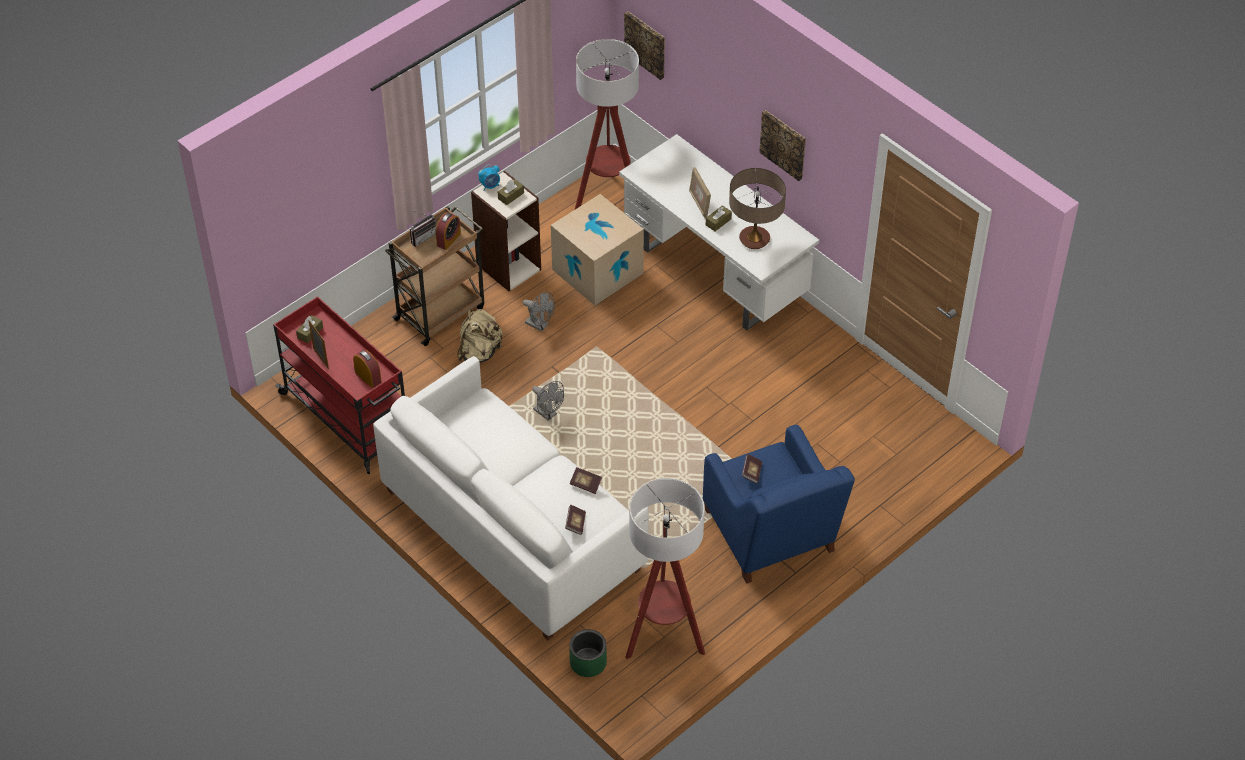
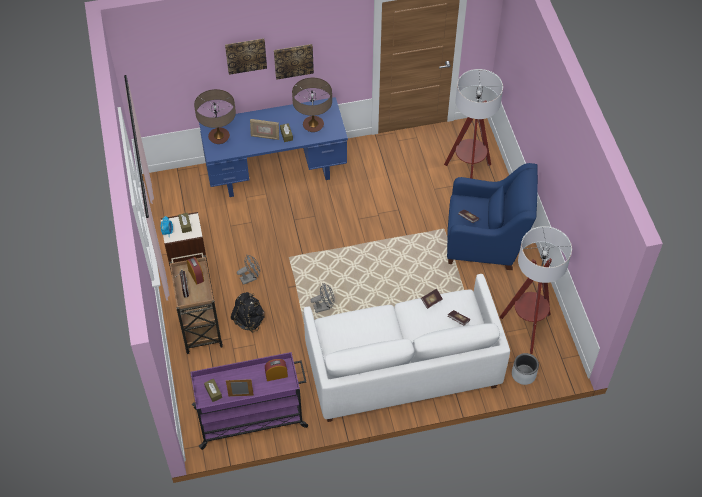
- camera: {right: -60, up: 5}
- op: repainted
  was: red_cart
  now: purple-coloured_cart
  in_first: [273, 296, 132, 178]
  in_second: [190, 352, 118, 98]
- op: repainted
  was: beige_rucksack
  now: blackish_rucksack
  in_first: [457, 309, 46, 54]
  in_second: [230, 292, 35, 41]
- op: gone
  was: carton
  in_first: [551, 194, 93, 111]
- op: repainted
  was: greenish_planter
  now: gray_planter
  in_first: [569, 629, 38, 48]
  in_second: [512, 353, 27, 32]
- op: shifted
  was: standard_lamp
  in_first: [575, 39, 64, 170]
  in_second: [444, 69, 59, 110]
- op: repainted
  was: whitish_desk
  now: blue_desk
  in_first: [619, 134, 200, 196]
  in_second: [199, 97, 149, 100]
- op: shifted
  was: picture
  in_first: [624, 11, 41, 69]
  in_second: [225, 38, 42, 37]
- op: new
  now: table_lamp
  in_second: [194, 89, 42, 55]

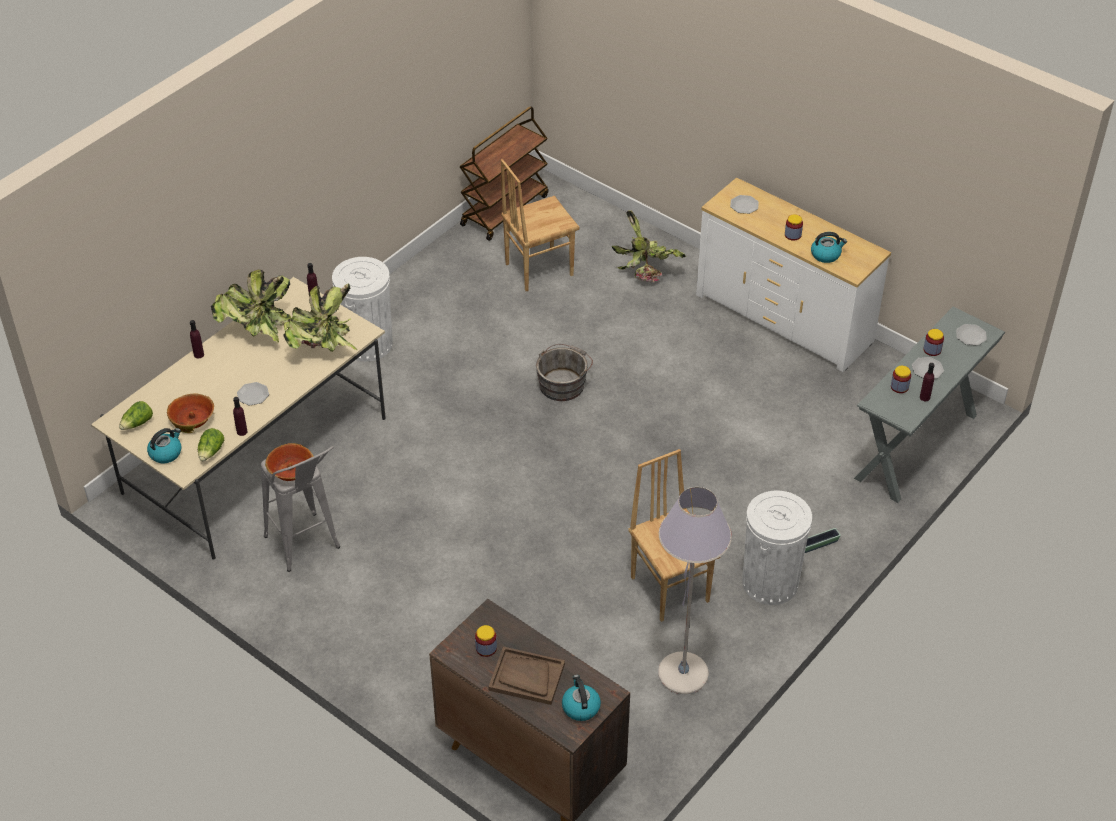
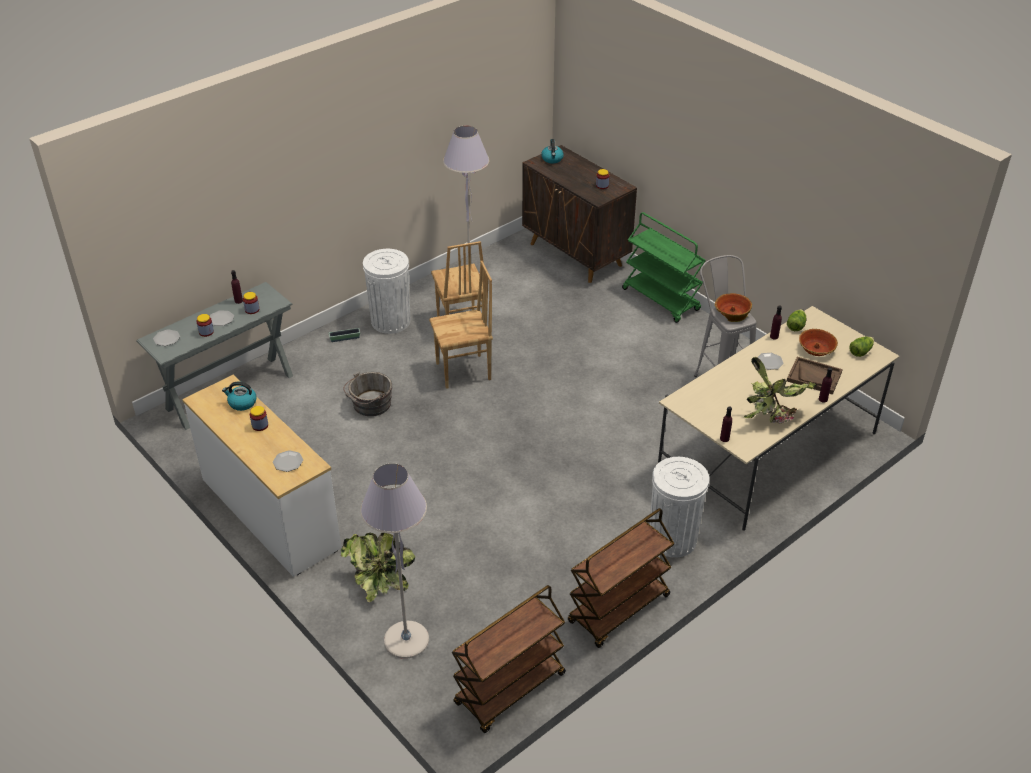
- camera: {right: -170, up: -5}
- op: gone
  was: water_kettle
  in_first: [147, 428, 34, 36]
- op: gone
  was: houseplant
  in_first: [283, 284, 74, 68]
- op: shifted
  was: brown_tray
  in_first: [488, 647, 77, 58]
  in_second: [787, 357, 56, 38]
- op: shifted
  was: brown_chair
  in_first: [501, 159, 78, 132]
  in_second: [429, 261, 64, 128]
- op: shifted
  was: gray_bucket
  in_first: [536, 344, 57, 57]
  in_second: [343, 372, 50, 44]
- op: new
  now: gray_standard_lamp
  in_second: [360, 463, 69, 196]
- op: new
  now: brown_cart
  in_second: [568, 508, 107, 140]
- op: new
  now: greenish_cart
  in_second: [622, 212, 84, 111]

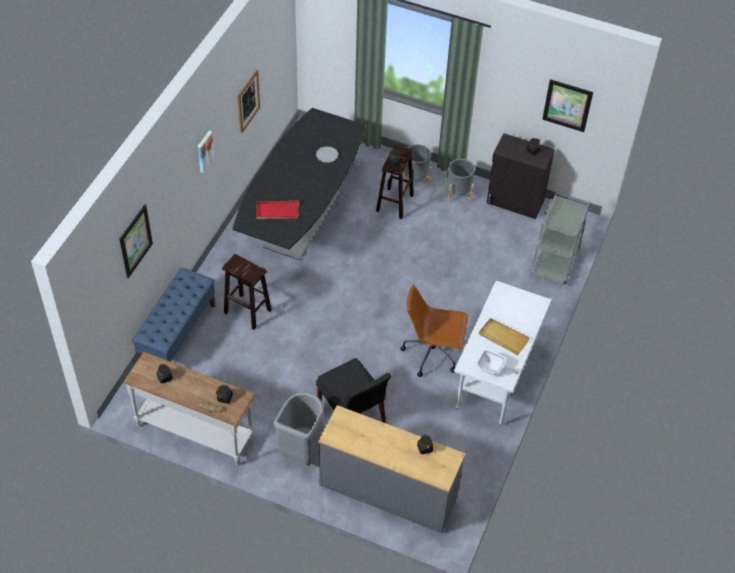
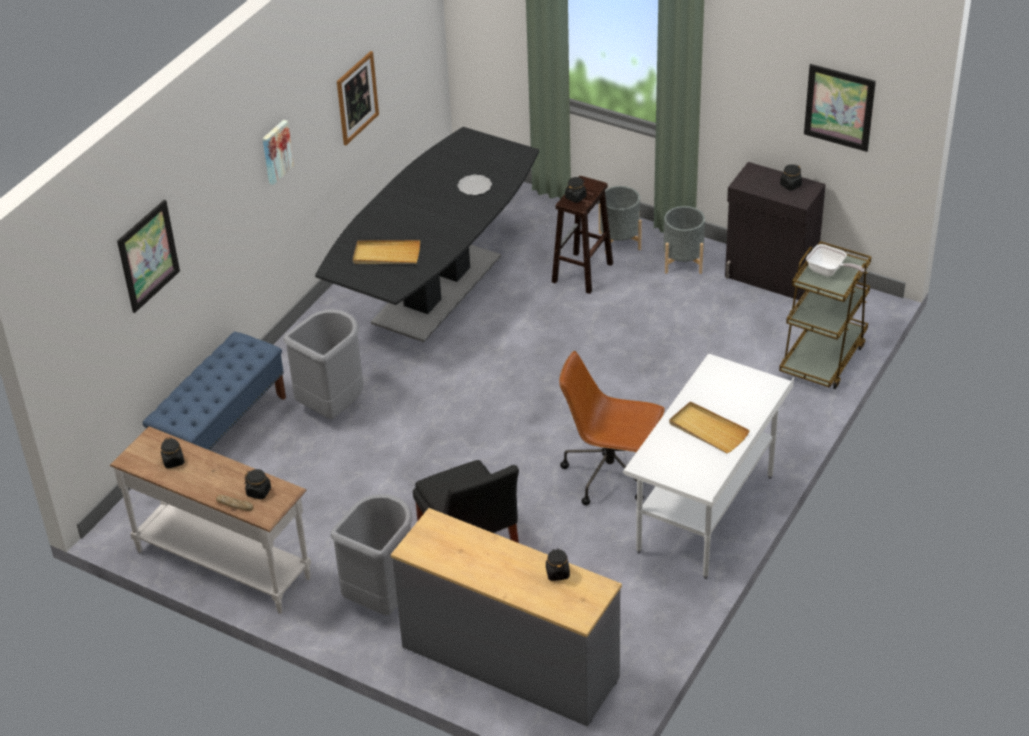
- camera: {right: 10, up: -10}
- op: swapped
  was: brown_stool
  now: gray_rubbish_bin
  in_first: [222, 254, 50, 76]
  in_second: [283, 310, 80, 109]
- op: repainted
  was: red_tray
  now: beige_tray
  in_first: [256, 200, 43, 19]
  in_second: [353, 240, 67, 24]
- op: shifted
  was: pan
  in_first: [477, 350, 42, 25]
  in_second: [806, 244, 59, 33]
- op: repainted
  was: gray_cart
  now: brown_cart
  in_first: [530, 193, 59, 92]
  in_second: [779, 241, 92, 148]

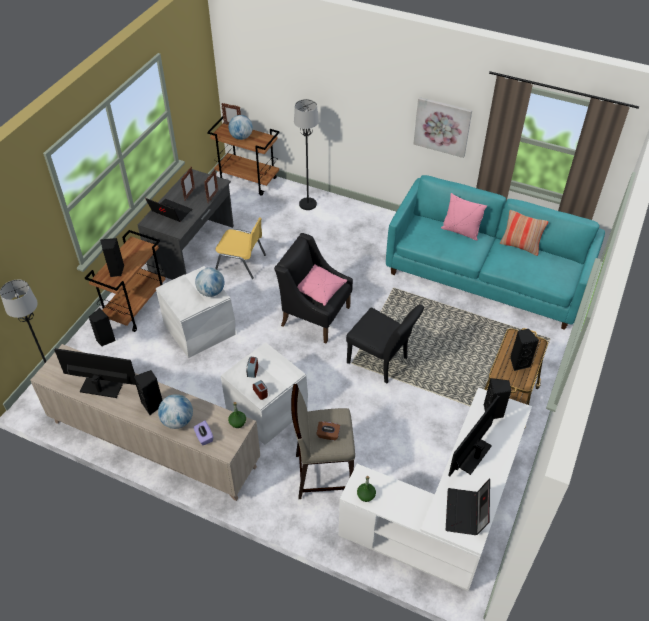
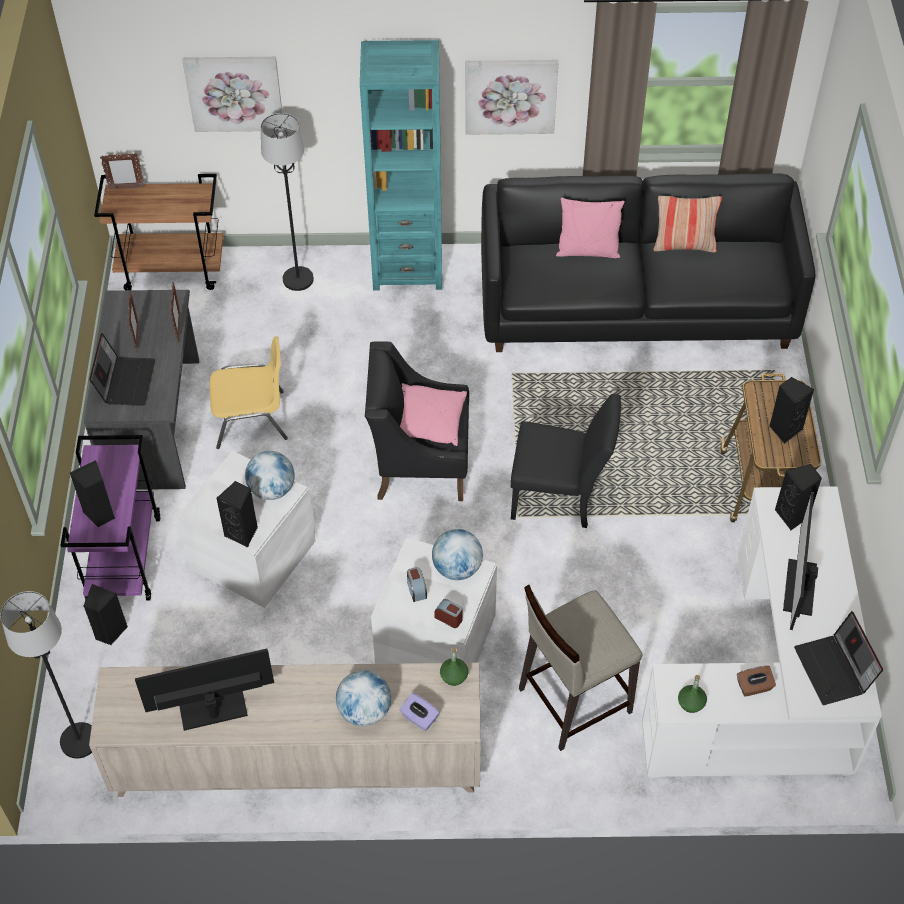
- camera: {right: -25, up: 5}
- op: repainted
  was: brown_cart
  now: purple-coloured_cart
  in_first: [85, 230, 80, 102]
  in_second: [60, 435, 100, 166]
- op: shifted
  was: blackish_speaker
  in_first: [133, 370, 29, 45]
  in_second: [216, 481, 42, 66]
- op: rotated
  was: laptop
  in_first: [145, 198, 48, 24]
  in_second: [89, 333, 66, 73]
  clockwise: 90
- op: shifted
  was: world_globe
  in_first: [228, 115, 25, 25]
  in_second: [432, 529, 51, 51]
- op: shifted
  was: brown_tissue_holder
  in_first: [316, 421, 24, 19]
  in_second: [737, 666, 39, 30]
- op: repainted
  was: turquoise_sofa
  now: blackish_sofa
  in_first: [386, 175, 219, 155]
  in_second: [481, 173, 334, 179]
- op: new
  now: picture
  in_second: [182, 57, 100, 75]
- op: new
  now: turquoise_bookcase
  in_second: [360, 40, 82, 251]

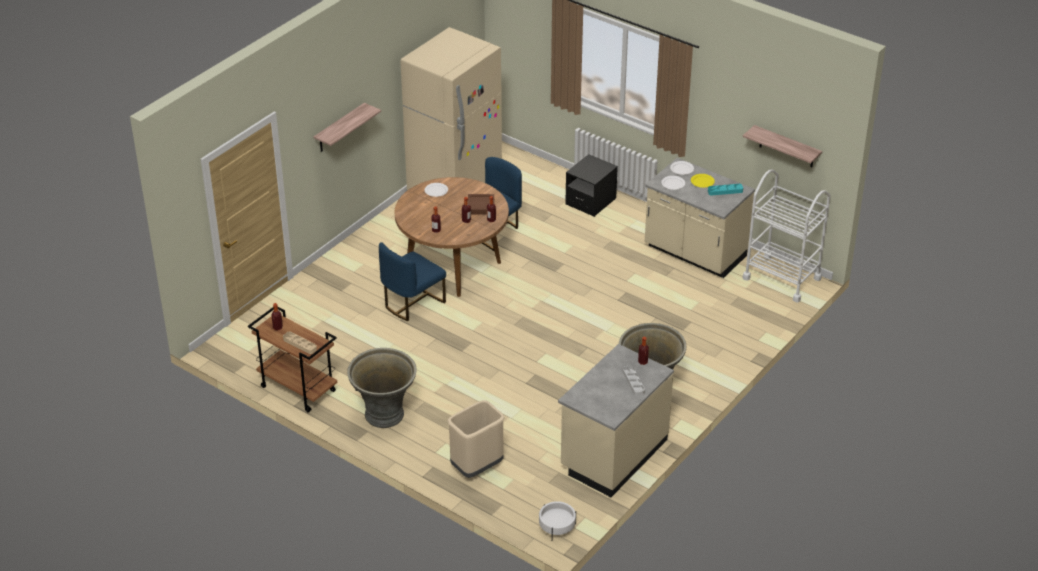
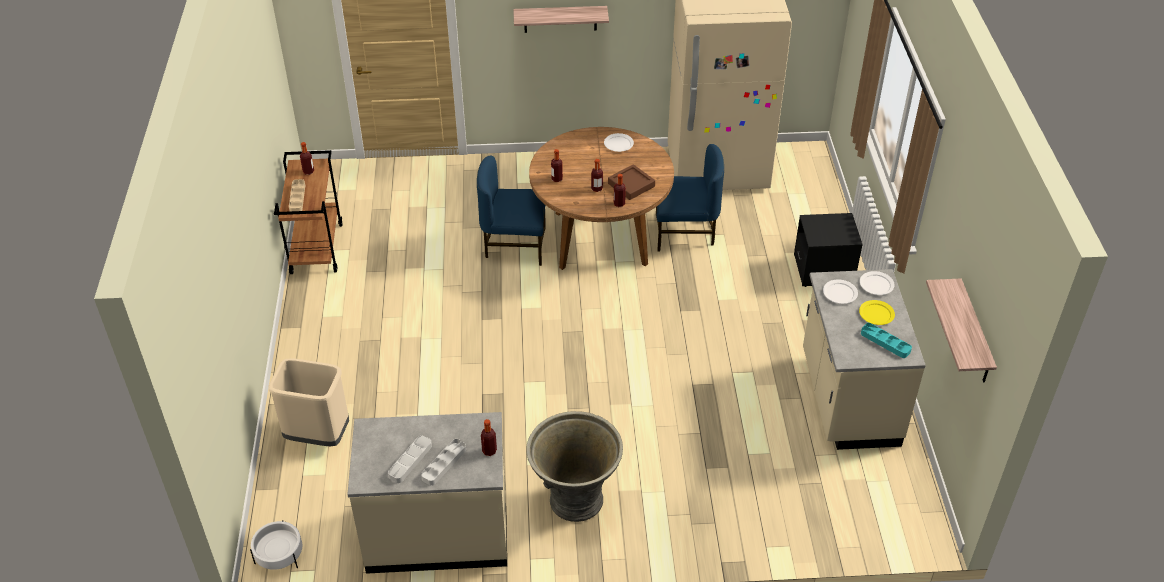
- camera: {right: 50, up: 5}
- op: gone
  was: gray_planter
  in_first: [347, 348, 70, 80]
- op: gone
  was: whitish_cart
  in_first: [742, 169, 89, 134]
- op: new
  now: gray_tray
  in_second: [388, 436, 44, 47]

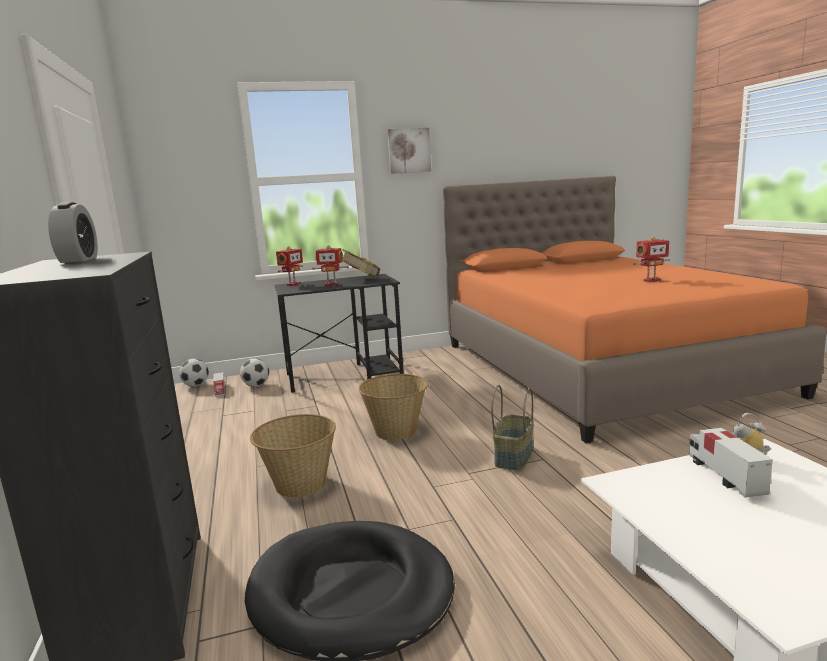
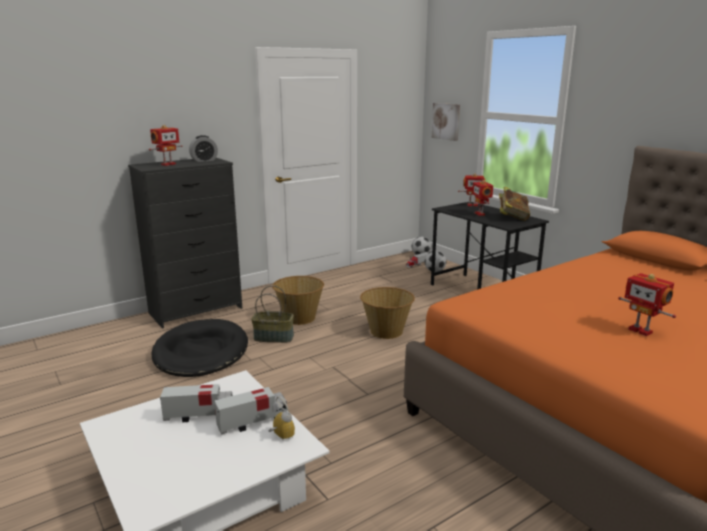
- camera: {right: 70, up: 5}
- op: shifted
  was: picture
  in_first: [387, 128, 44, 46]
  in_second: [432, 103, 28, 38]
- op: shifted
  was: storage_basket
  in_first: [491, 385, 43, 85]
  in_second: [251, 285, 43, 58]
- op: new
  now: model_robot
  in_second: [149, 125, 34, 41]
- op: new
  now: toy_truck
  in_second: [160, 384, 72, 38]

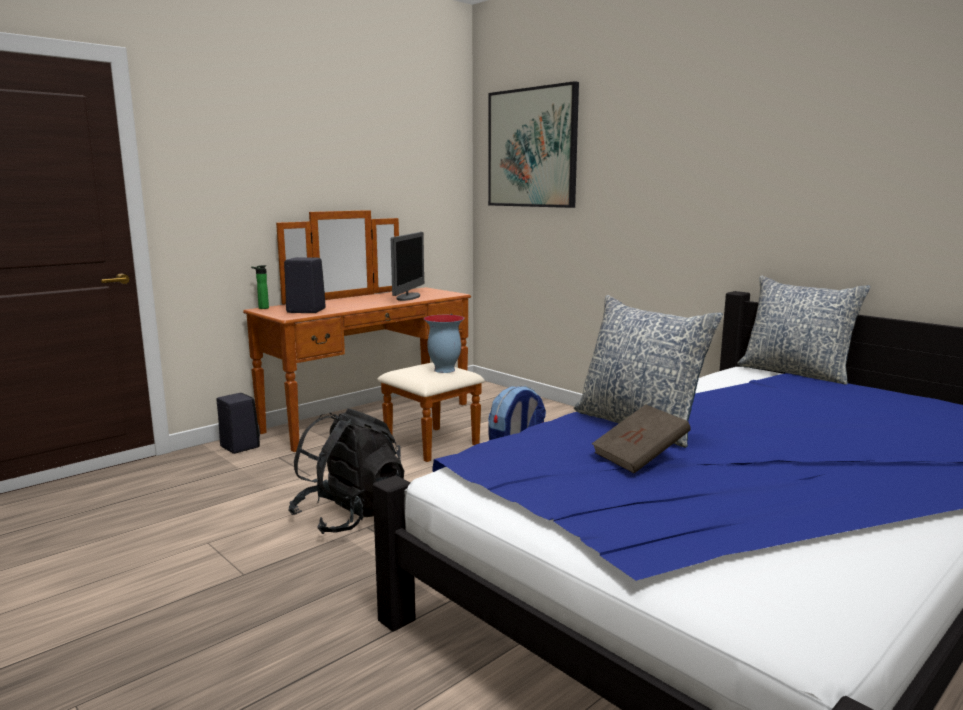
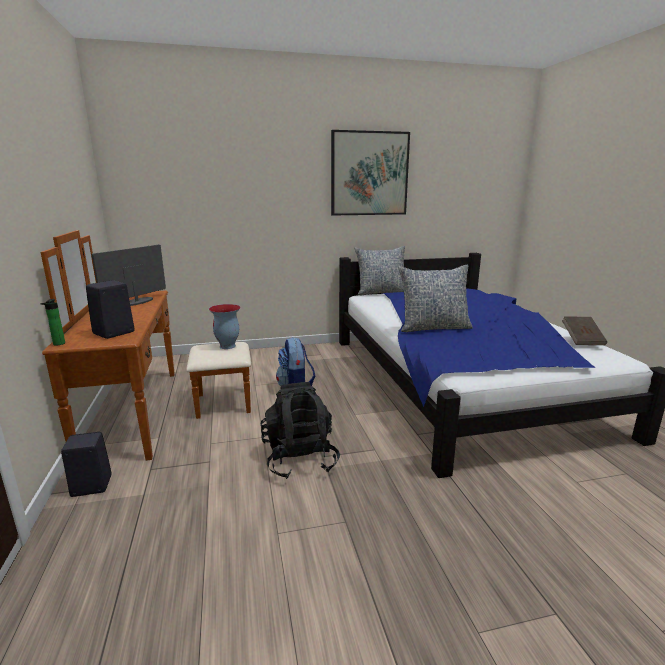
- camera: {right: -60, up: 5}
- op: rotated
  was: monitor
  in_first: [391, 232, 33, 69]
  in_second: [92, 245, 74, 61]
  clockwise: -105
- op: shifted
  was: picture
  in_first: [488, 81, 91, 127]
  in_second: [331, 130, 79, 86]
- op: shifted
  was: brown_book
  in_first: [592, 404, 99, 69]
  in_second: [562, 316, 45, 29]

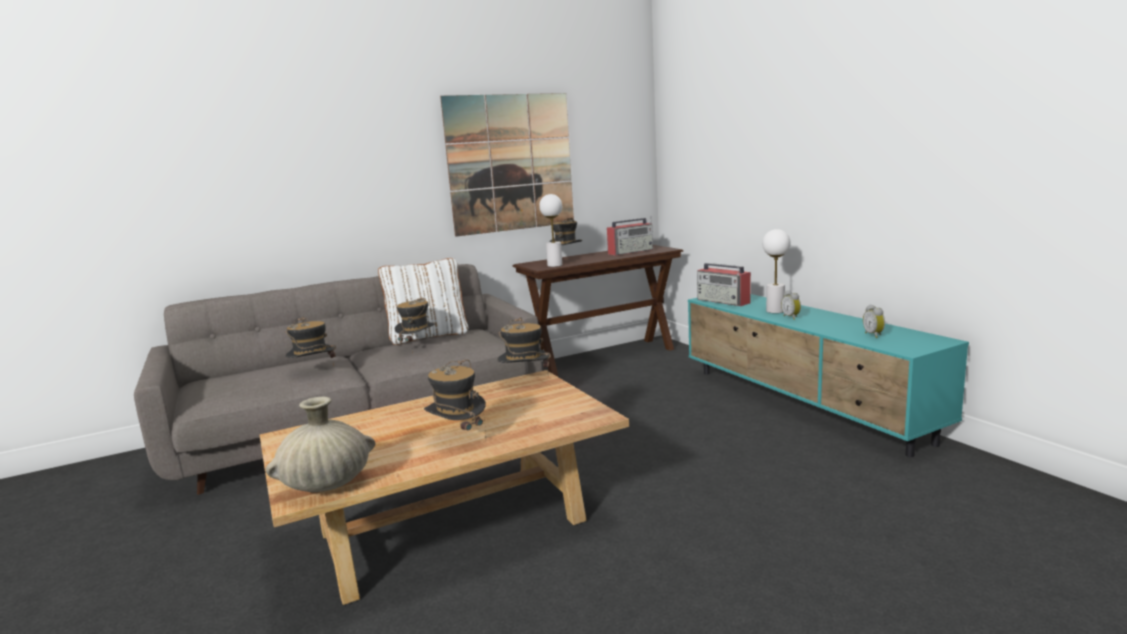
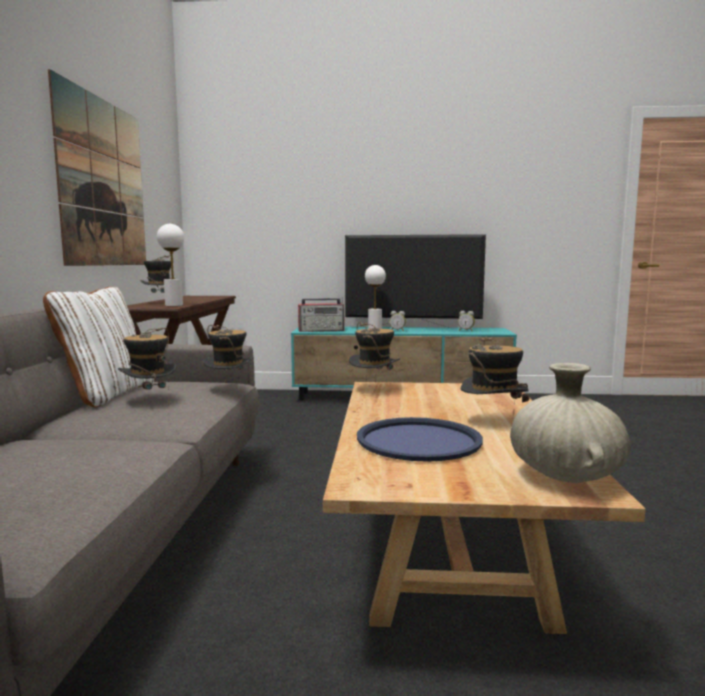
- camera: {right: -60, up: -5}
- op: shifted
  was: hat
  in_first: [285, 317, 51, 49]
  in_second: [203, 325, 50, 59]
- op: gone
  was: radio_receiver
  in_first: [607, 216, 46, 40]
- op: new
  now: TV_set
  in_second: [345, 234, 141, 95]
- op: new
  now: blue_tray
  in_second: [357, 417, 126, 45]

